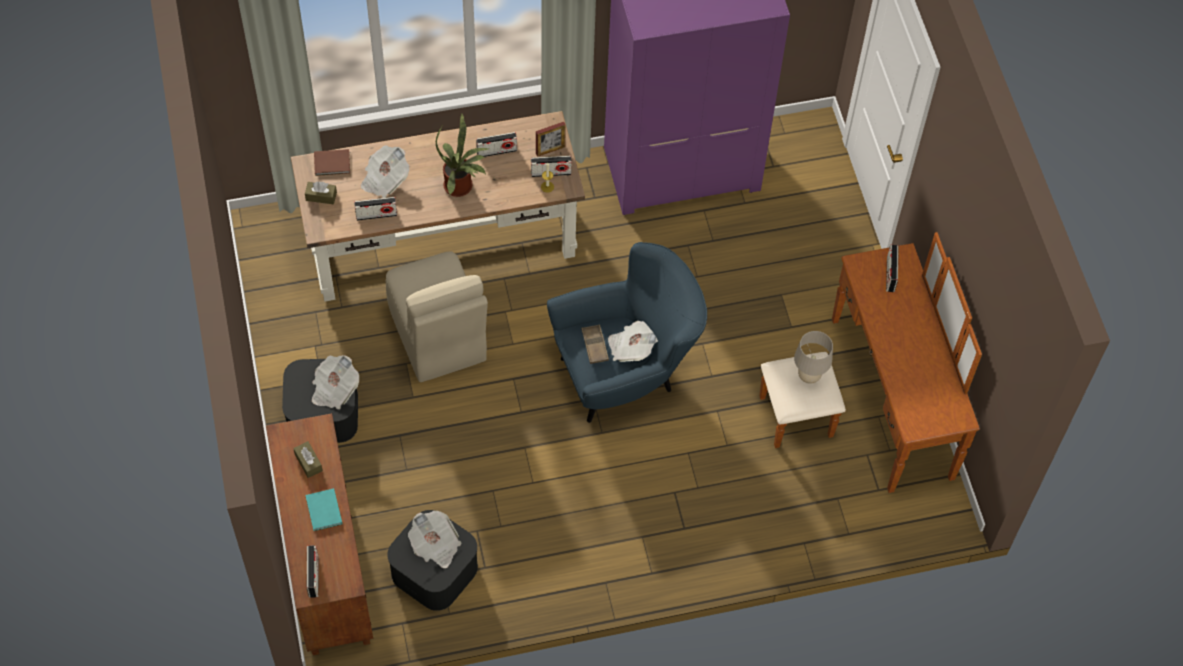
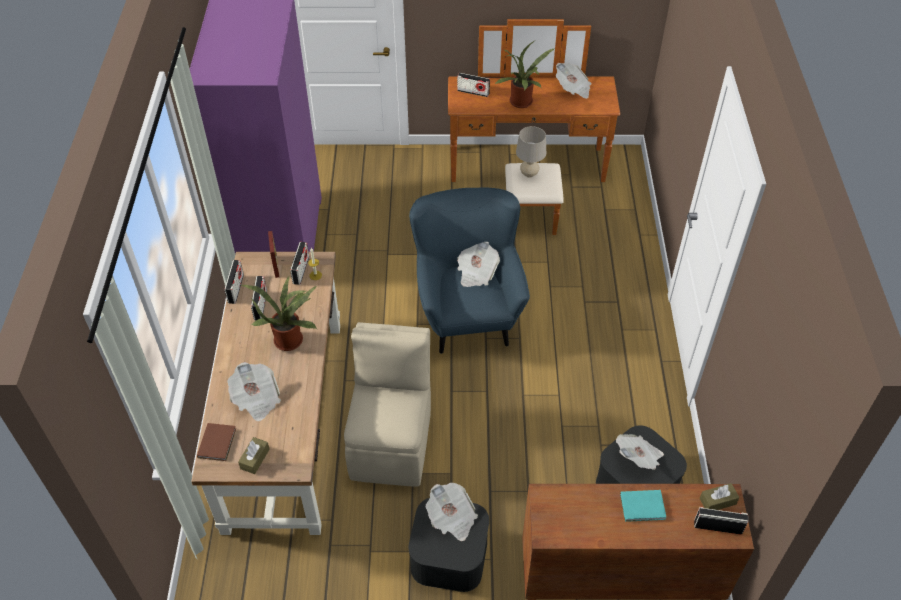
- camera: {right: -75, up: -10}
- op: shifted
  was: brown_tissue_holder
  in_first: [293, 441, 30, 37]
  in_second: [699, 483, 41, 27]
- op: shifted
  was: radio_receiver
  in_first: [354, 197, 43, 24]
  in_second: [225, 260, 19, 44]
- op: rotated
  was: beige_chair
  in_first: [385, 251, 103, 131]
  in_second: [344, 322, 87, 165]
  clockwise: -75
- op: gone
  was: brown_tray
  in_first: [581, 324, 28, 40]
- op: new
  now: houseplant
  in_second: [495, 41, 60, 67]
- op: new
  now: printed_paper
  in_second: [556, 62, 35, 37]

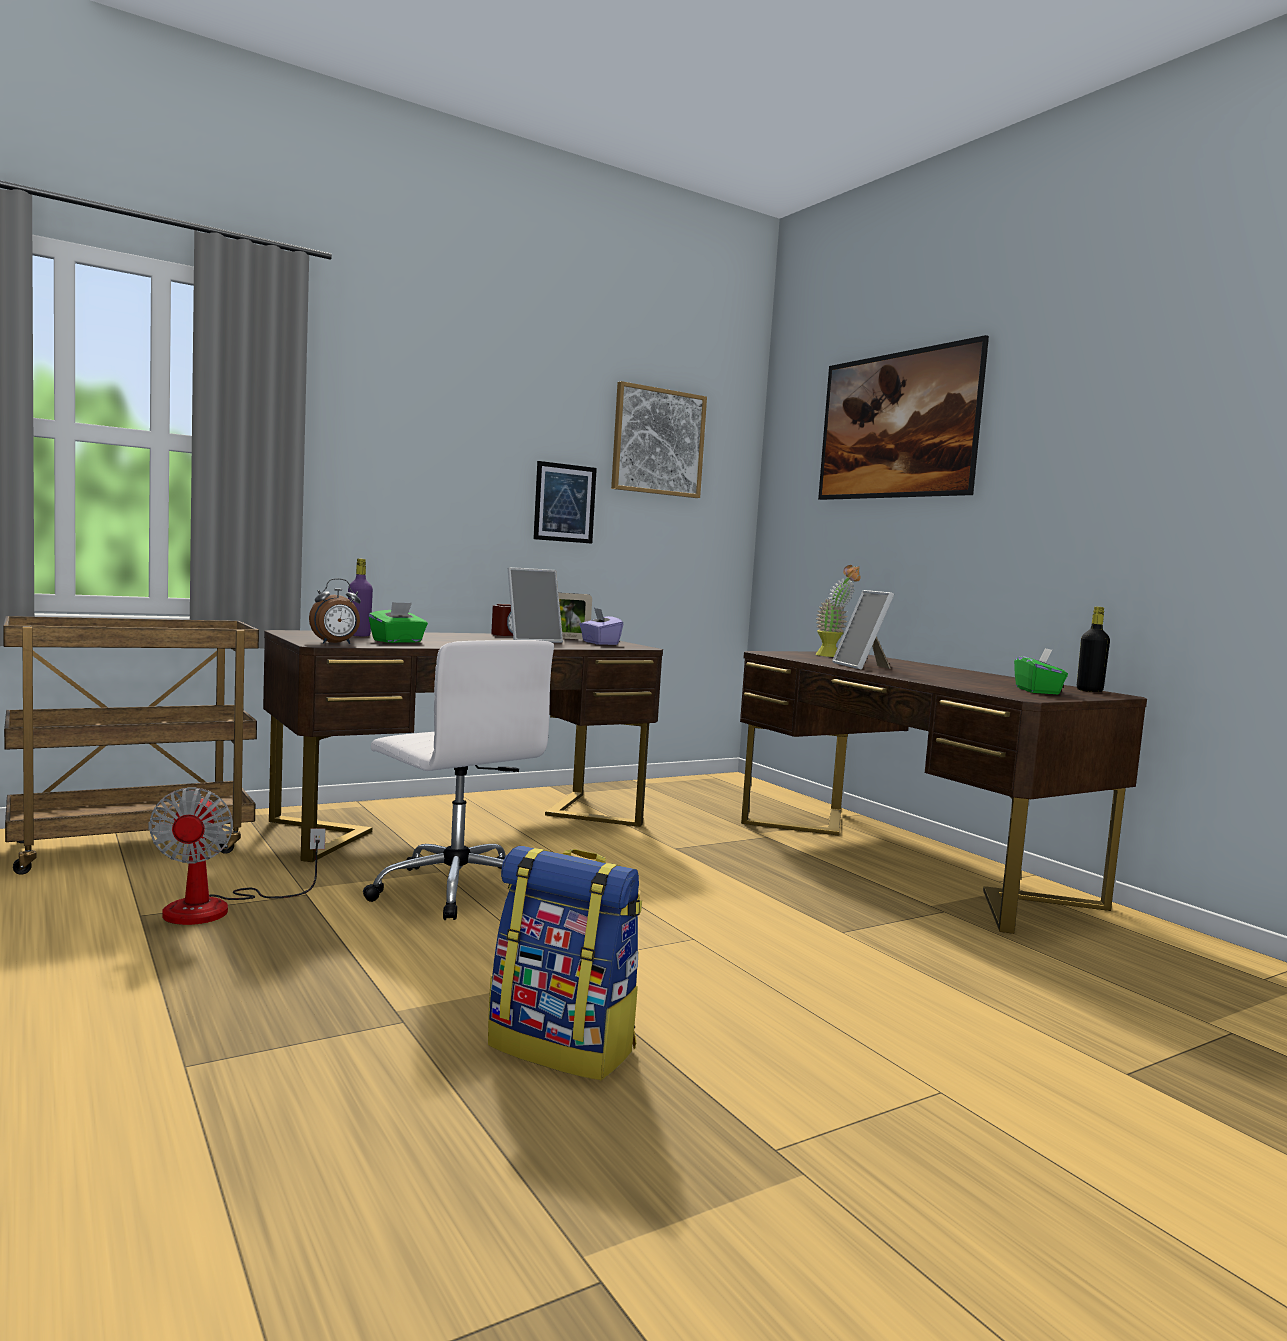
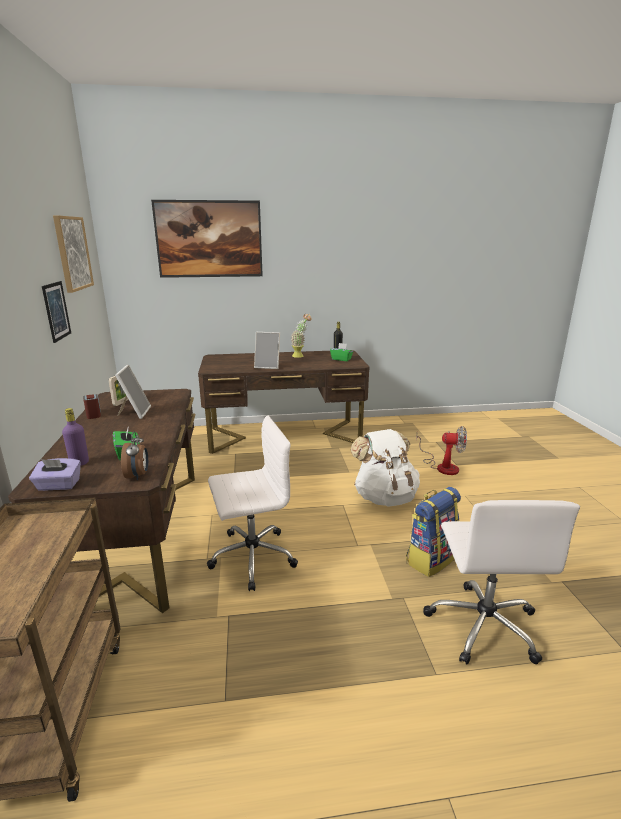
- camera: {right: -65, up: 15}
- op: shifted
  was: fan
  in_first: [149, 787, 176, 138]
  in_second: [416, 426, 51, 49]
- op: shifted
  was: purple-coloured_tissue_holder
  in_first: [579, 608, 44, 37]
  in_second: [29, 458, 52, 33]
- op: shifted
  was: houseplant
  in_first: [816, 565, 45, 92]
  in_second: [291, 314, 21, 44]
- op: new
  now: whitish_rucksack
  in_second: [351, 429, 69, 78]
- op: new
  now: whitish_desk_chair
  in_second: [423, 500, 157, 164]

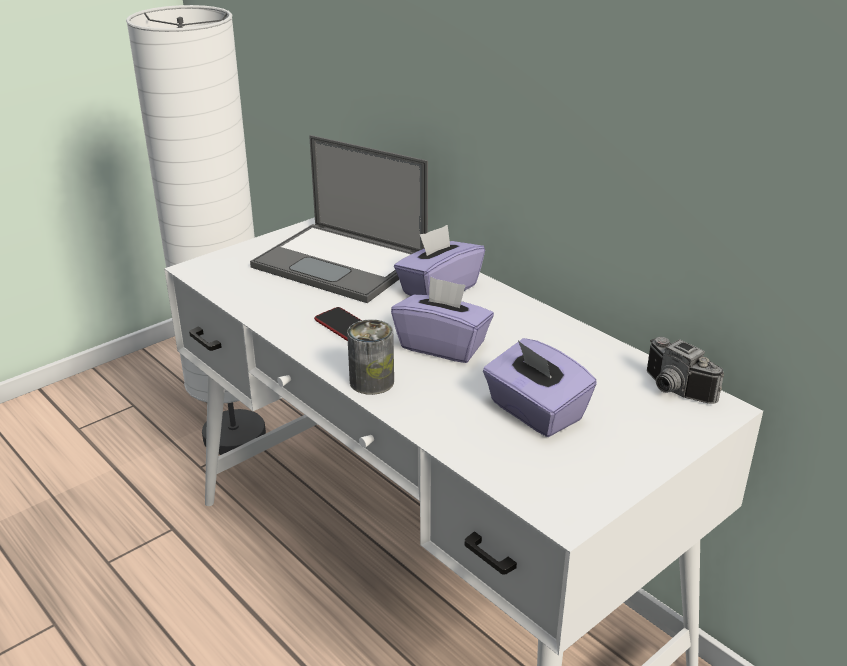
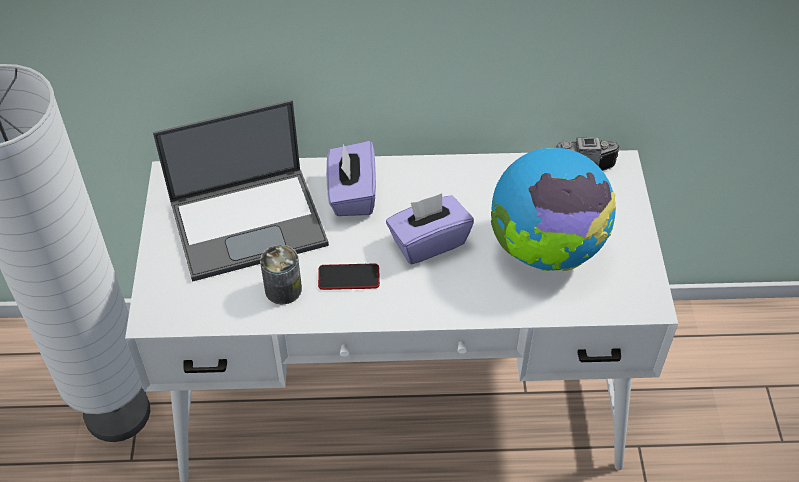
- camera: {right: -50, up: 20}
- op: shifted
  was: metal_can
  in_first: [347, 319, 47, 76]
  in_second: [260, 245, 42, 59]
- op: swapped
  was: purple-coloured_tissue_holder
  now: world_globe
  in_first: [483, 338, 114, 99]
  in_second: [491, 148, 125, 123]

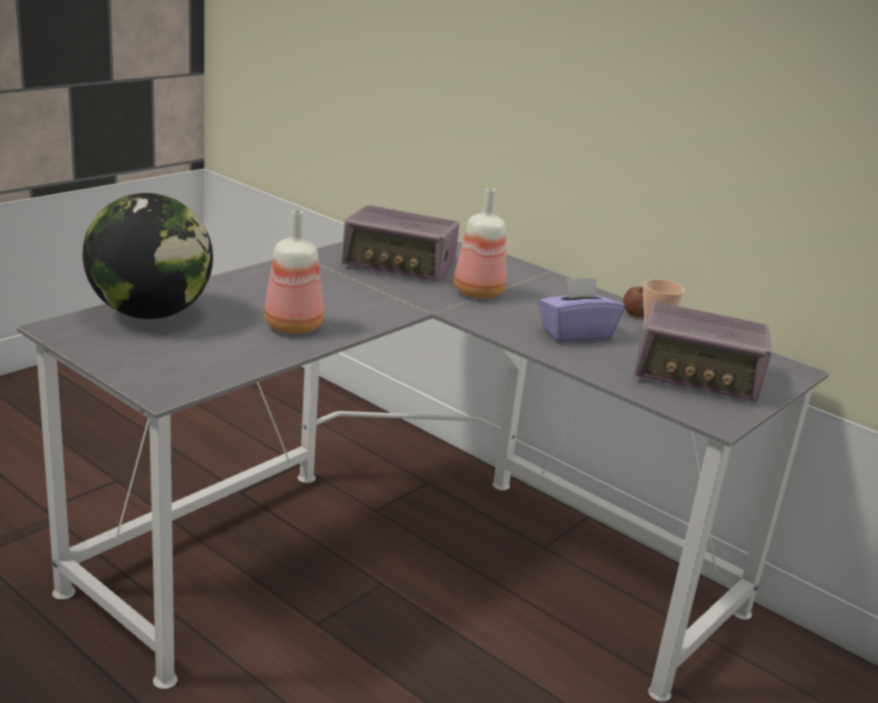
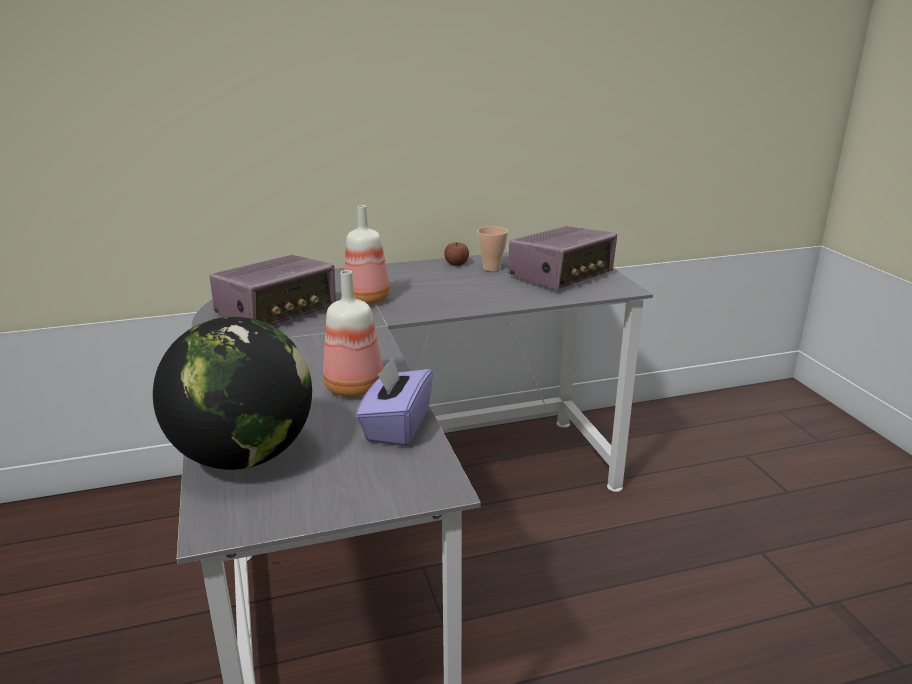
- camera: {right: -55, up: 0}
- op: shifted
  was: purple-coloured_tissue_holder
  in_first: [539, 277, 86, 65]
  in_second: [356, 357, 77, 90]

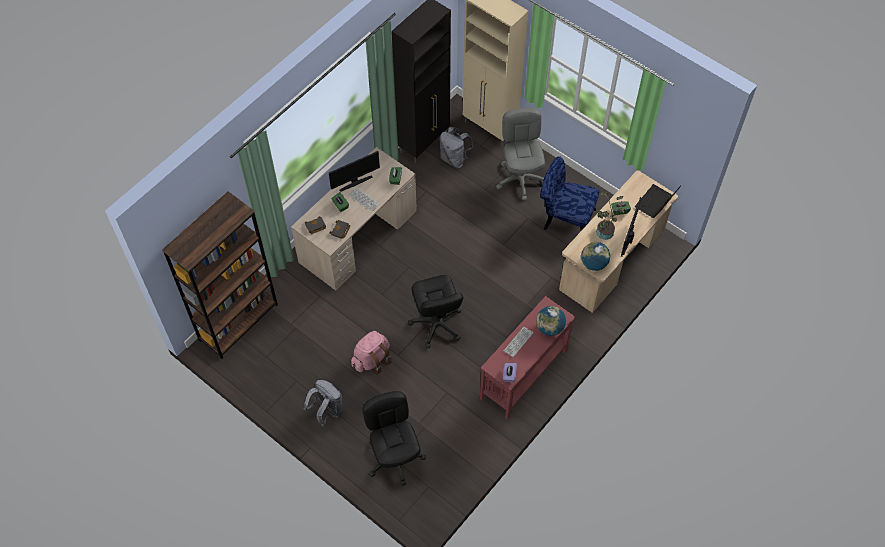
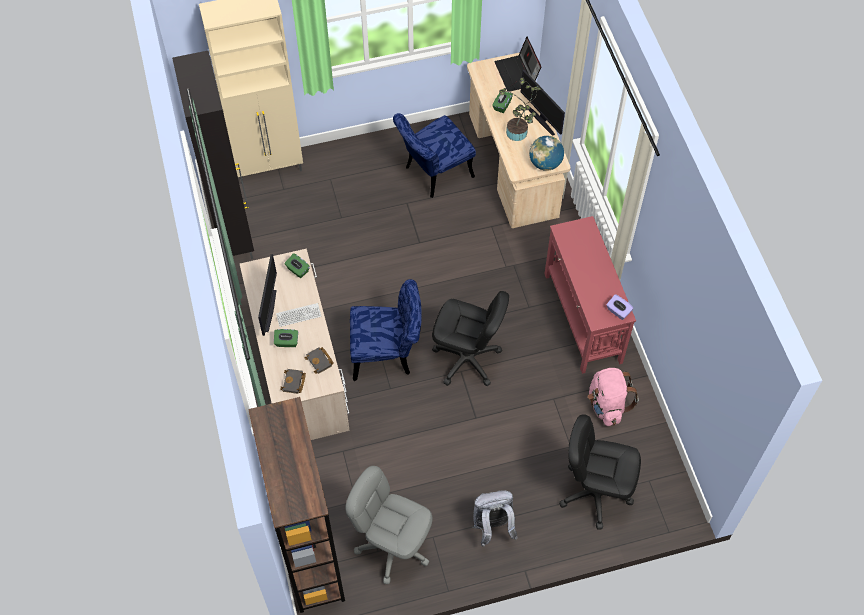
- camera: {right: -55, up: 0}
- op: shifted
  was: pinkish_rucksack
  in_first: [351, 331, 41, 44]
  in_second: [587, 368, 52, 58]
- op: gone
  was: gray_rucksack
  in_first: [440, 127, 34, 41]
- op: shifted
  was: gray_desk_chair
  in_first: [496, 108, 49, 93]
  in_second: [345, 466, 87, 118]
- op: gone
  was: PC_keyboard
  in_first: [504, 327, 30, 30]
- op: gone
  was: world_globe
  in_first: [536, 306, 30, 30]
- op: new
  now: blue_chair
  in_second: [350, 279, 72, 102]

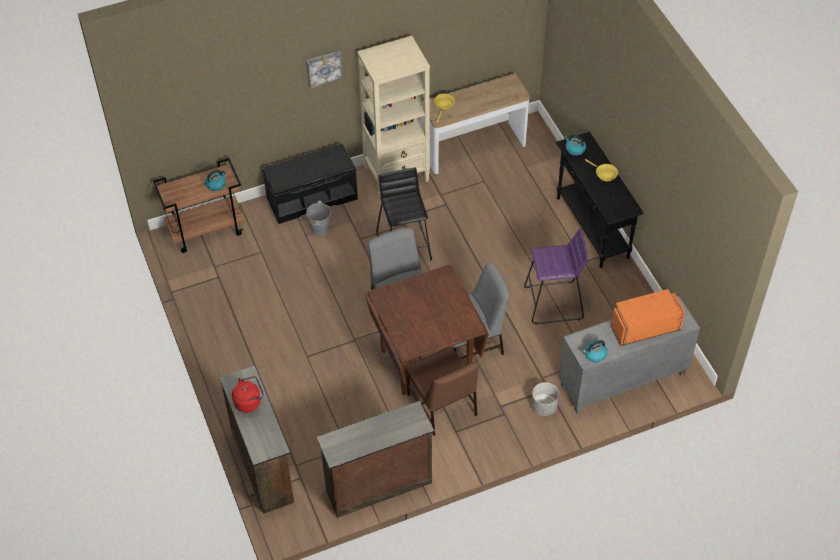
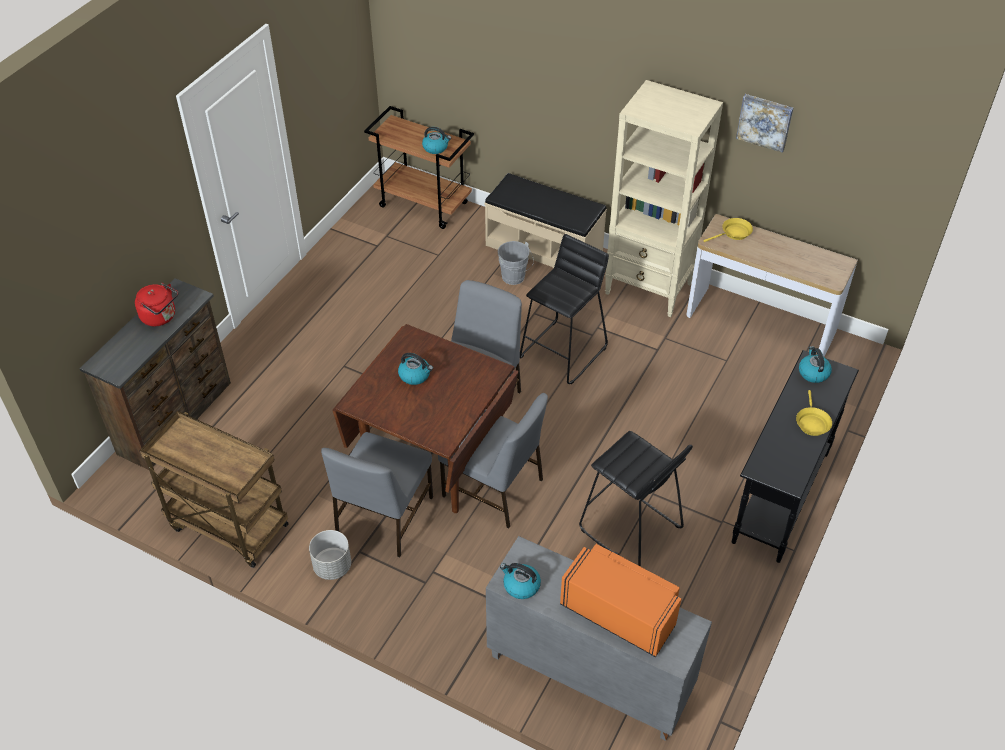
- camera: {right: 50, up: -5}
- op: repainted
  was: blackish_long_seat
  now: beige_long_seat
  in_first: [262, 143, 96, 81]
  in_second: [485, 173, 122, 95]
- op: shifted
  was: picture
  in_first: [306, 51, 37, 37]
  in_second: [736, 94, 57, 59]
- op: swapped
  was: brown_dresser
  now: brown_cart
  in_first: [316, 401, 118, 117]
  in_second: [139, 411, 150, 157]
- op: repainted
  was: brown_chair
  now: gray_chair
  in_first: [406, 346, 73, 90]
  in_second: [321, 432, 112, 125]
- op: repainted
  was: purple-coloured_stool
  now: blackish_stool
  in_first: [524, 228, 65, 96]
  in_second: [579, 431, 114, 136]
- op: shifted
  was: gray_planter
  in_first: [531, 382, 28, 34]
  in_second: [309, 530, 42, 50]
- op: new
  now: water_kettle
  in_second: [398, 353, 35, 32]

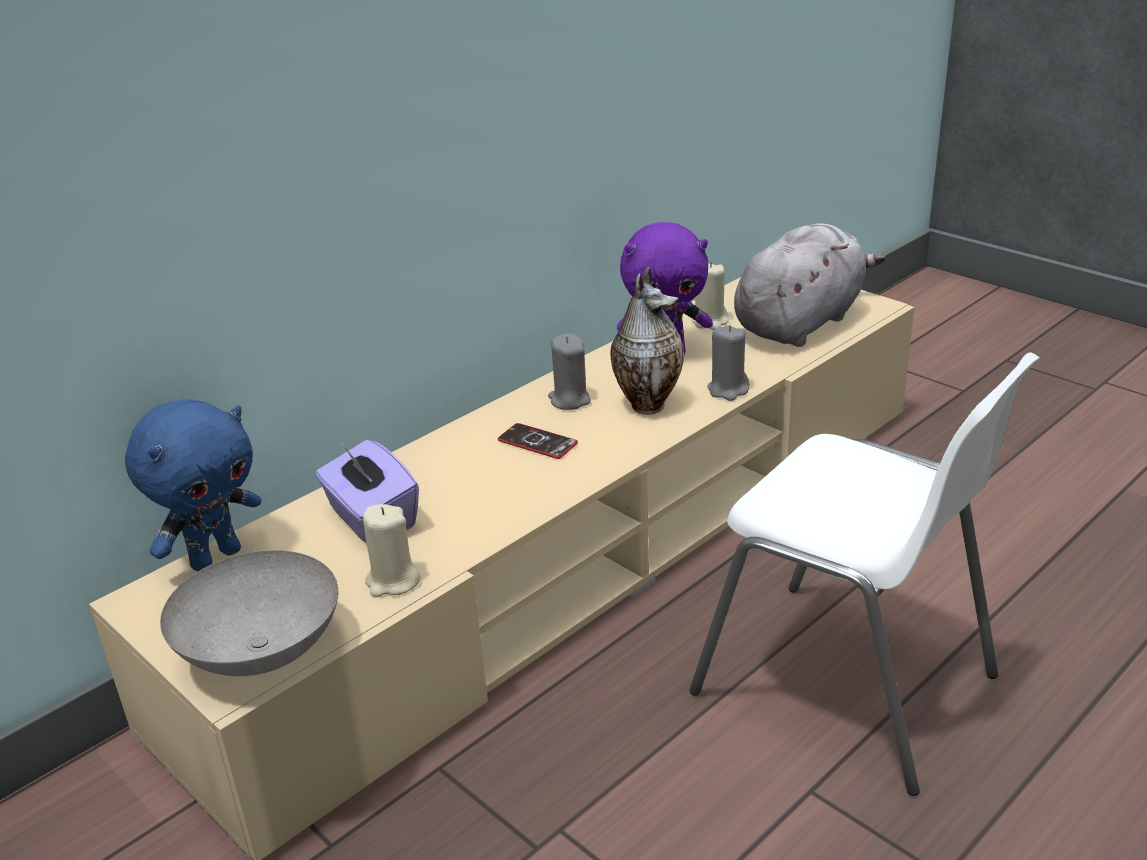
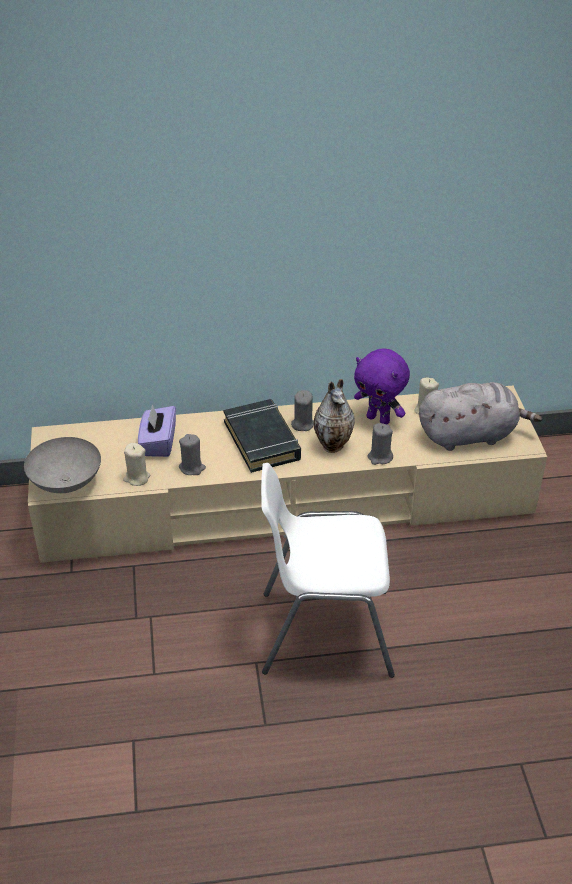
- camera: {right: 35, up: 10}
- op: gone
  was: blue_soft_toy
  in_first: [125, 399, 136, 172]
- op: swapped
  was: handset
  now: blackish_book
  in_first: [498, 423, 80, 36]
  in_second: [223, 399, 78, 74]
- op: rotated
  was: whitish_chair
  in_first: [689, 352, 351, 444]
  in_second: [261, 463, 134, 215]
  clockwise: 105
- op: new
  now: gray_wax_candle
  in_second: [179, 434, 27, 41]

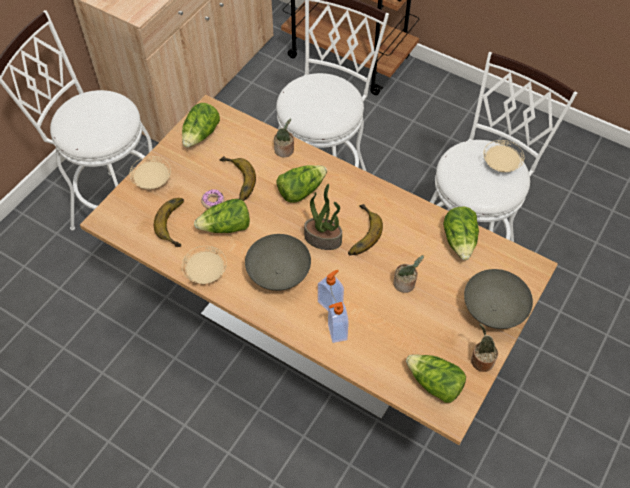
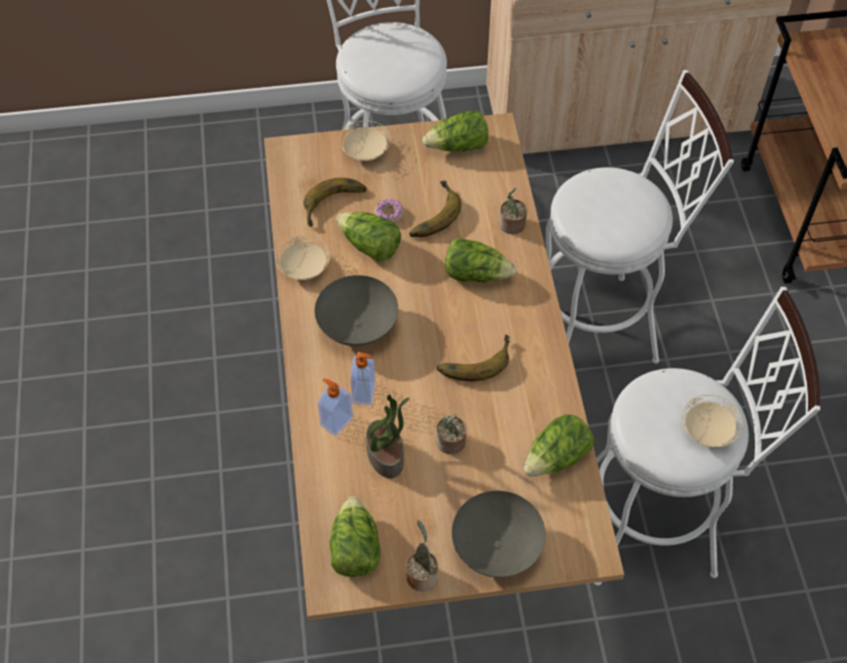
- camera: {right: 50, up: 0}
- op: shifted
  was: houseplant
  in_first: [304, 184, 38, 66]
  in_second: [366, 394, 44, 84]

